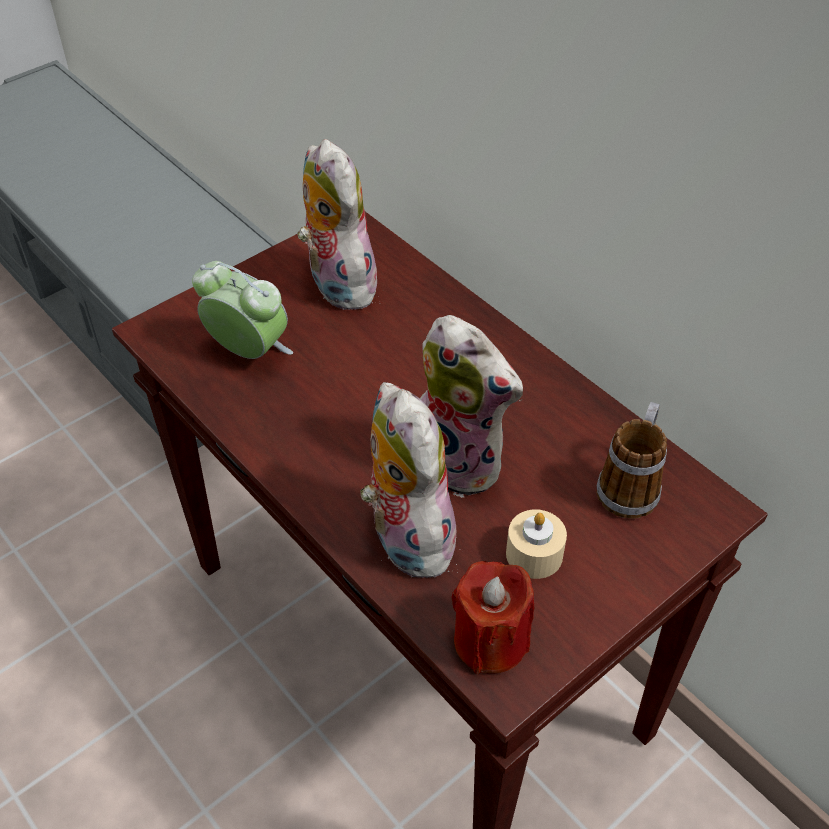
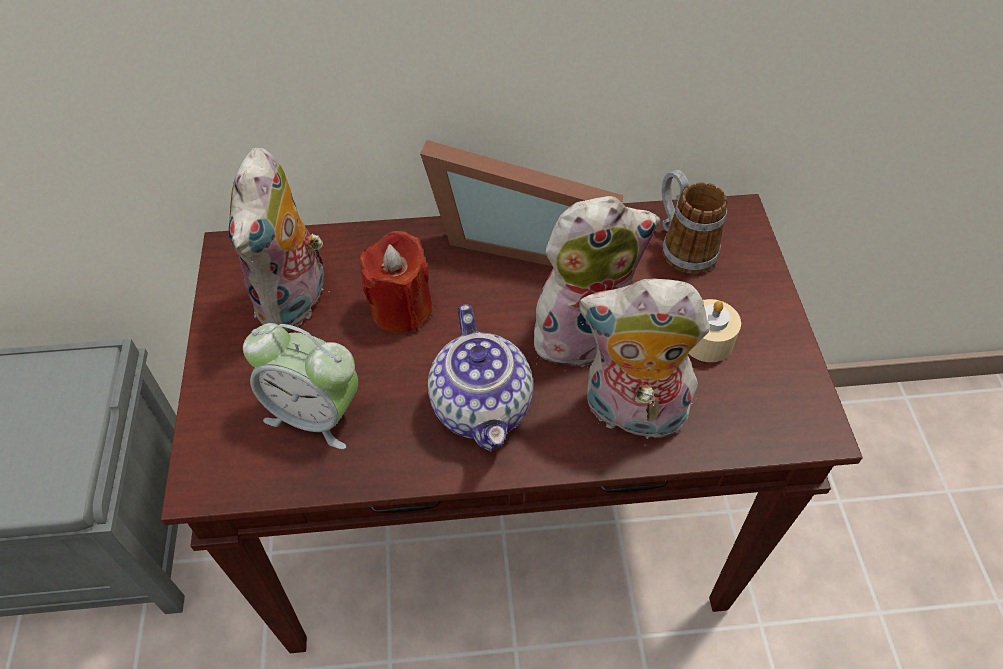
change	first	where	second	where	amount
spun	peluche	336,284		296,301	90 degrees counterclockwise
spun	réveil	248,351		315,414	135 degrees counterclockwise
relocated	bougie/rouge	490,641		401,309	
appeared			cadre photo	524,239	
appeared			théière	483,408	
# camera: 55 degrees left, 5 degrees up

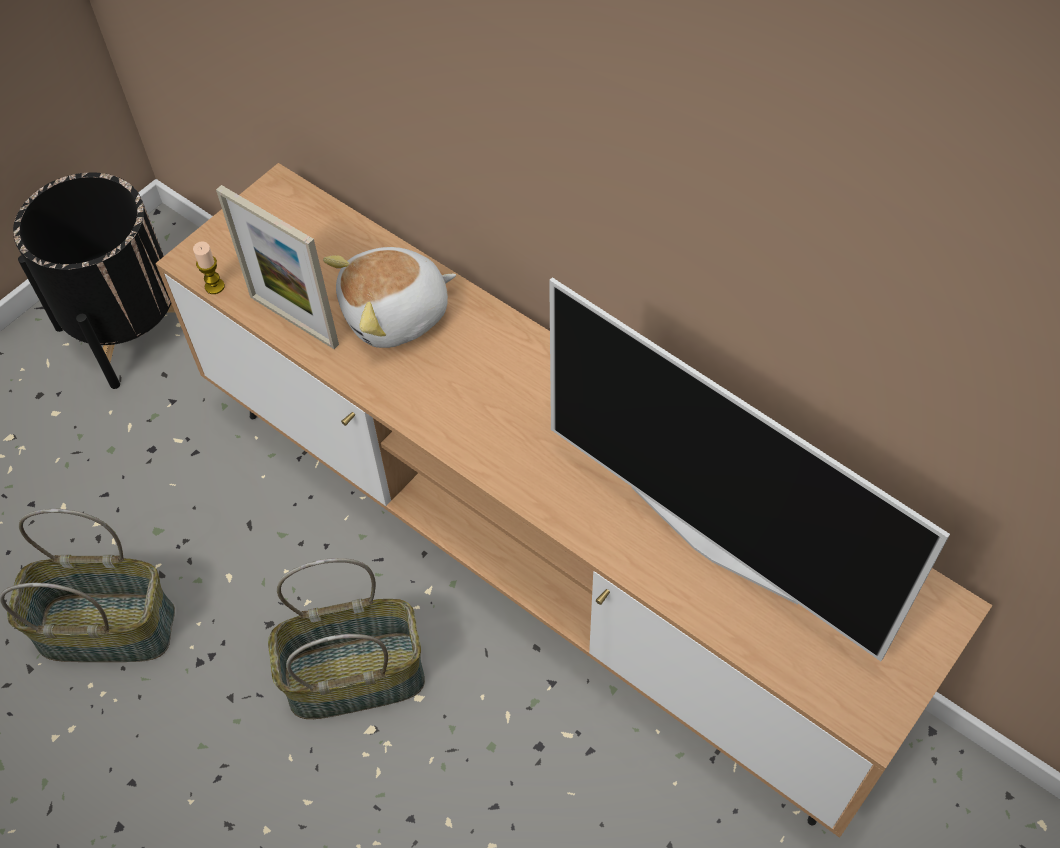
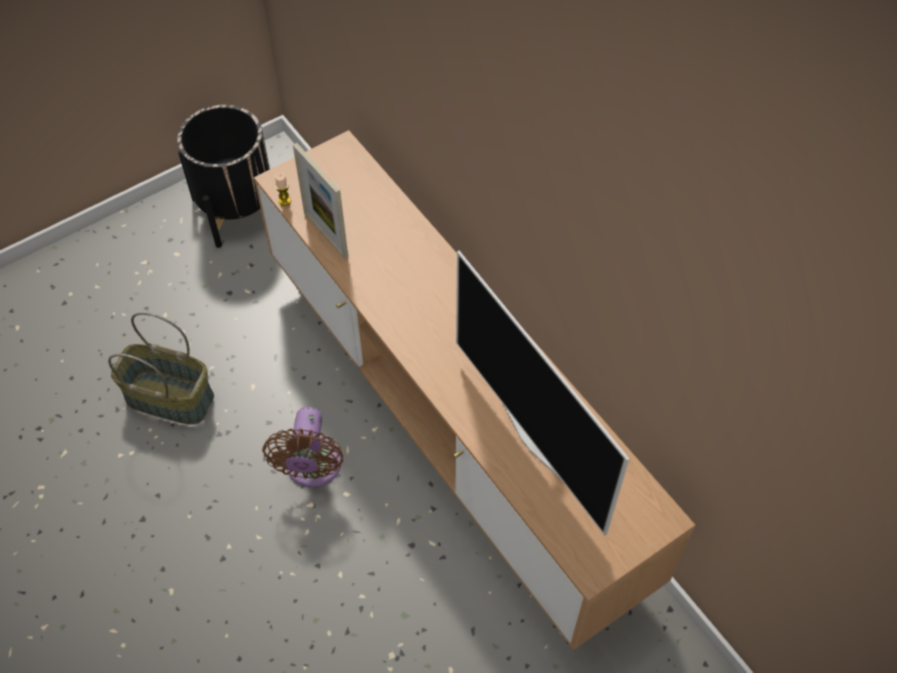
change	first	where	second	where	amount
exchanged	panier	356,674	ventilateur/marron	312,468	
missing	peluche	396,315			
# camera: 15 degrees right, 0 degrees up

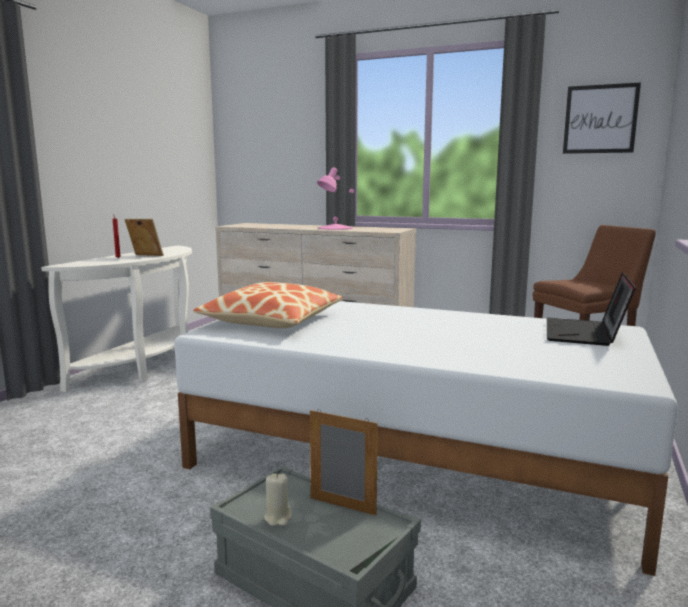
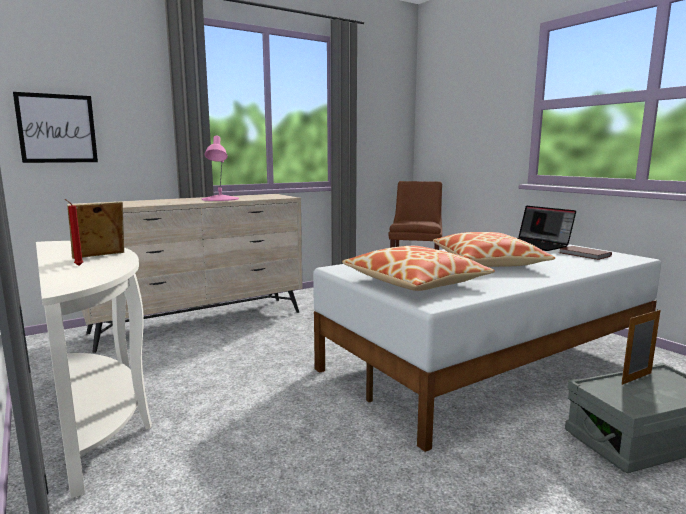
change	first	where	second	where	amount
relocated	tableau	600,119		57,128	
appeared			coussin	487,262	
appeared			livre/marron	584,254	
missing	bougie/beige	278,517			
# camera: 55 degrees left, 0 degrees up

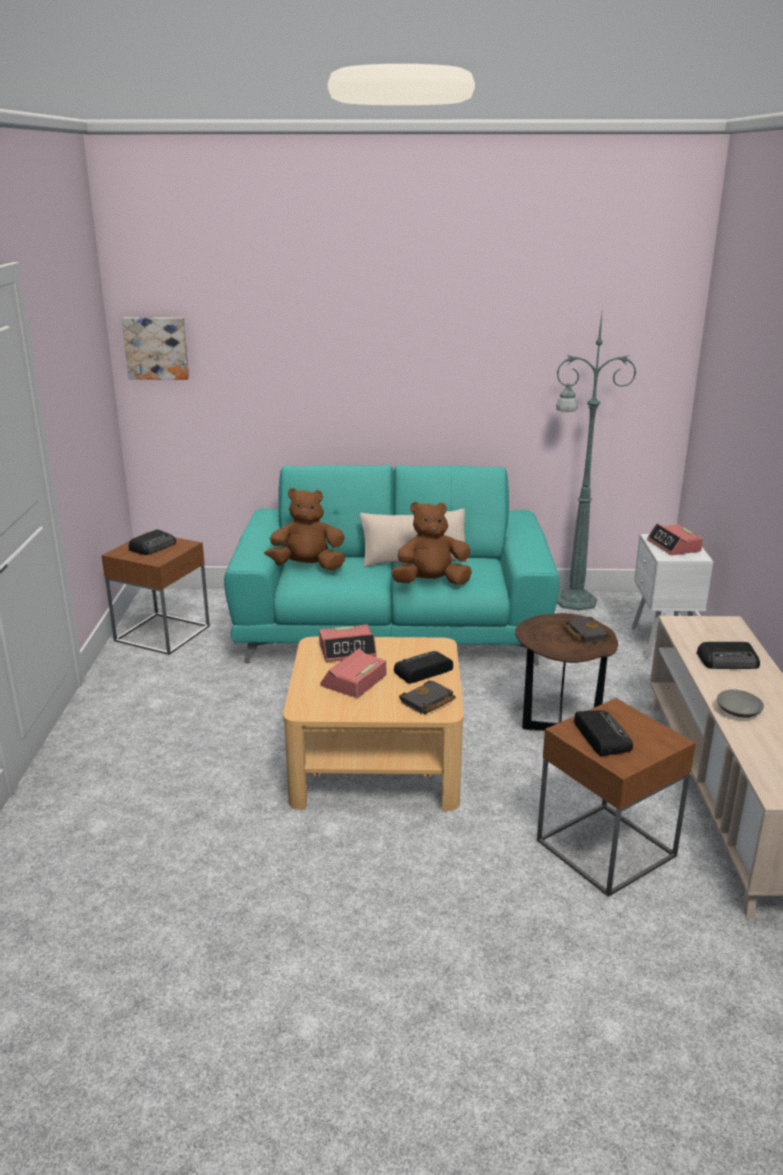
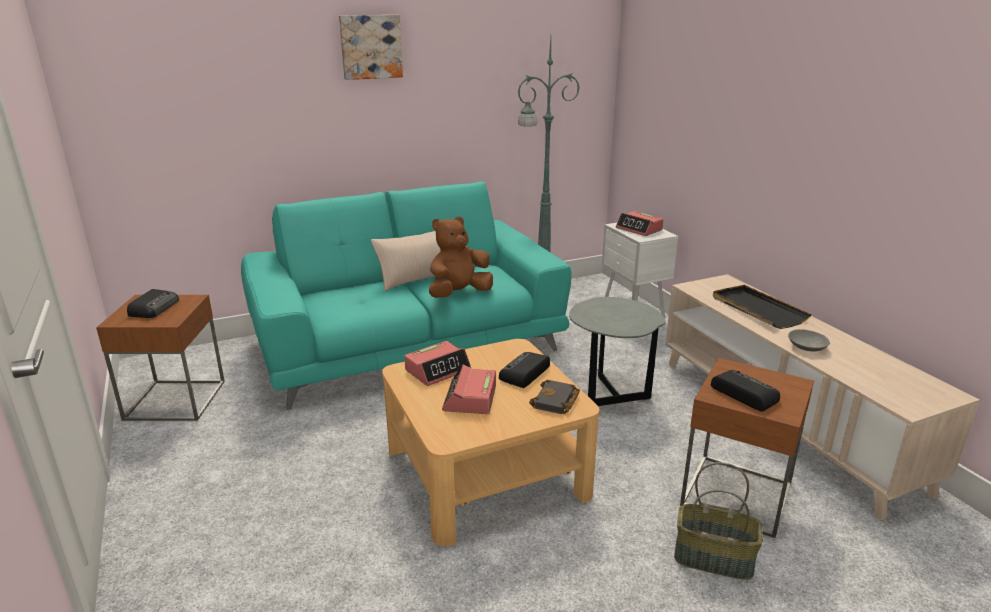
change	first	where	second	where	amount
relocated	tableau	157,348		370,47	
colour	table d'appoint/marron	559,720	table d'appoint/gris	610,393	
appeared			panier	714,558	
exchanged	radio	729,661	plateau/noir	757,309	
missing	peluche/marron	307,567			
missing	livre/noir	583,633			
# camera: 25 degrees left, 0 degrees up

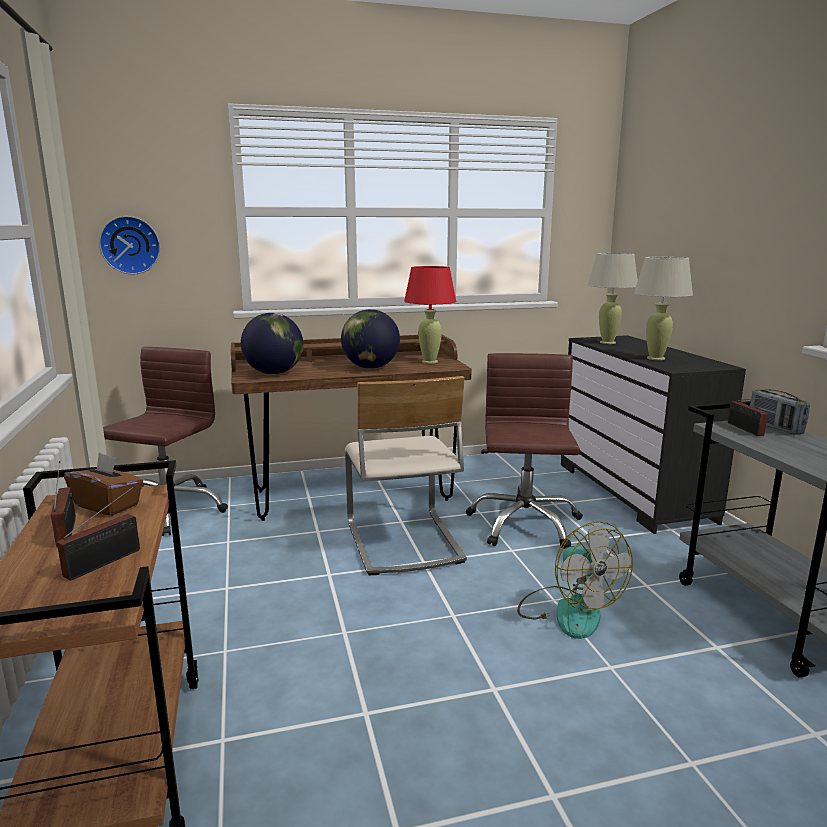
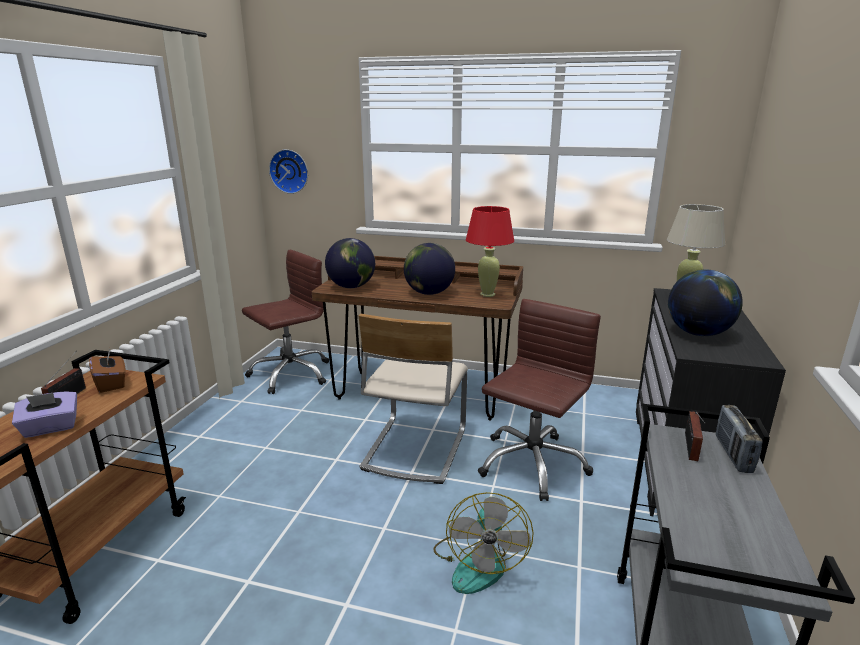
change	first	where	second	where	amount
exchanged	radio	107,561	boîte à mouchoirs/violet	51,428	
exchanged	lampe de table/beige	655,358	globe	698,333	
# camera: 30 degrees right, 5 degrees up

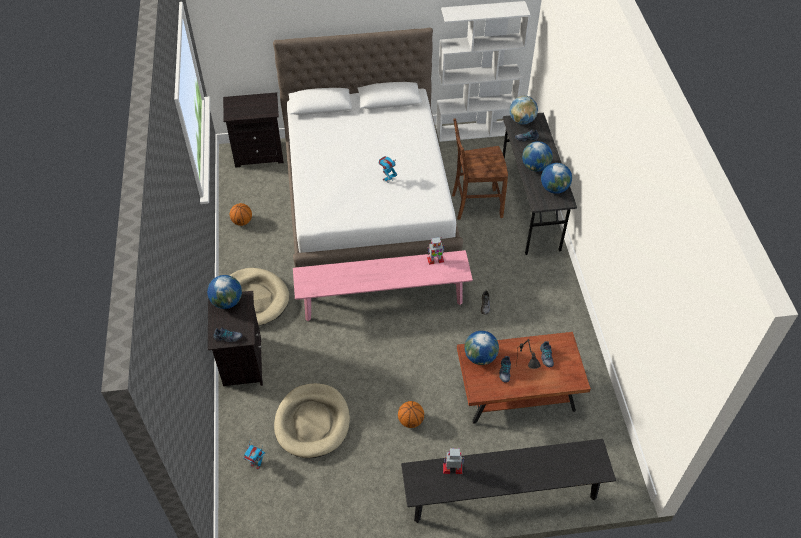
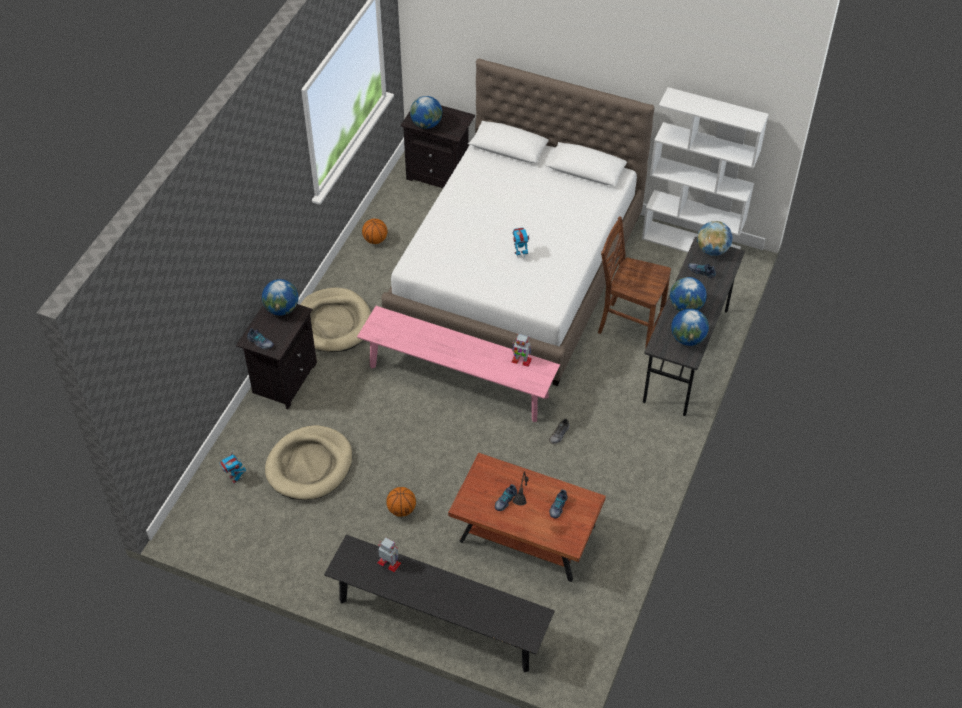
change	first	where	second	where	amount
relocated	globe	480,357		426,124	
# camera: 30 degrees right, 0 degrees up

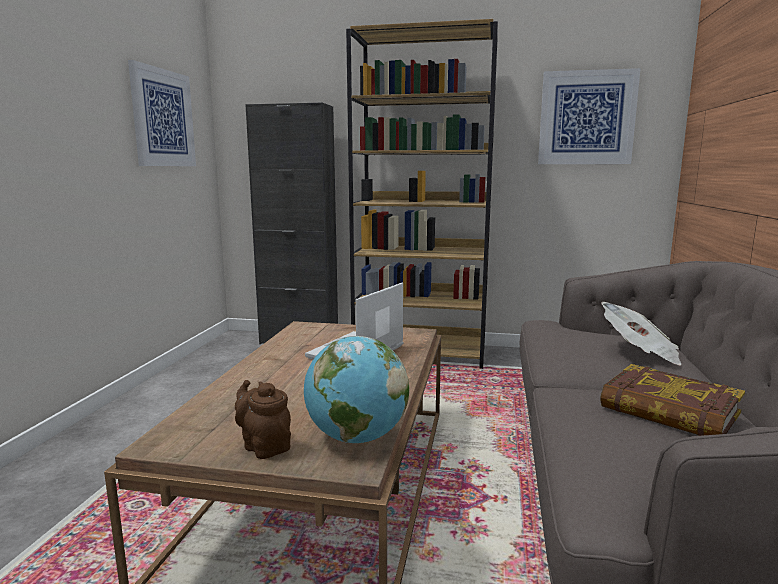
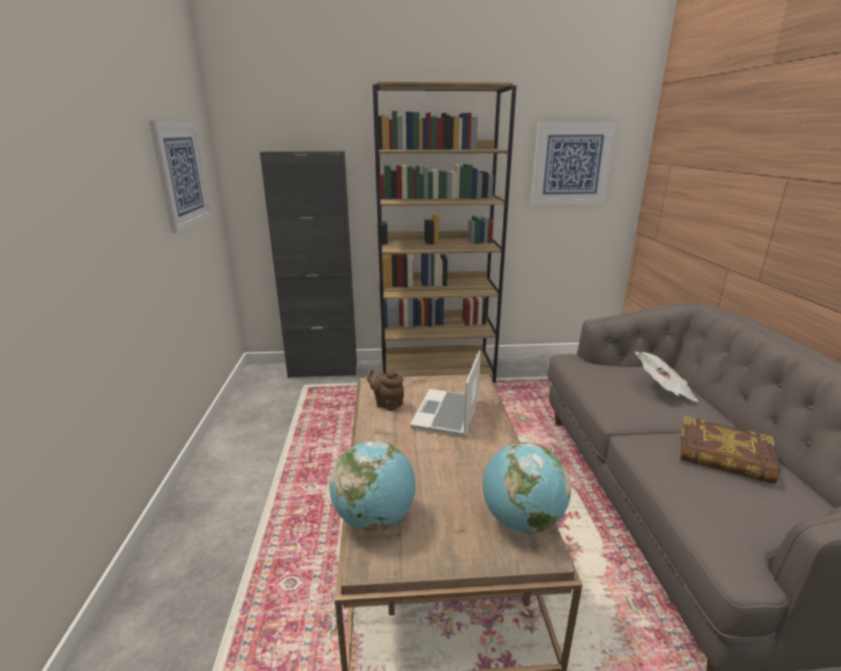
change	first	where	second	where	amount
appeared			globe	375,518	
relocated	théière/marron	264,446		387,404	
# camera: 15 degrees left, 10 degrees up

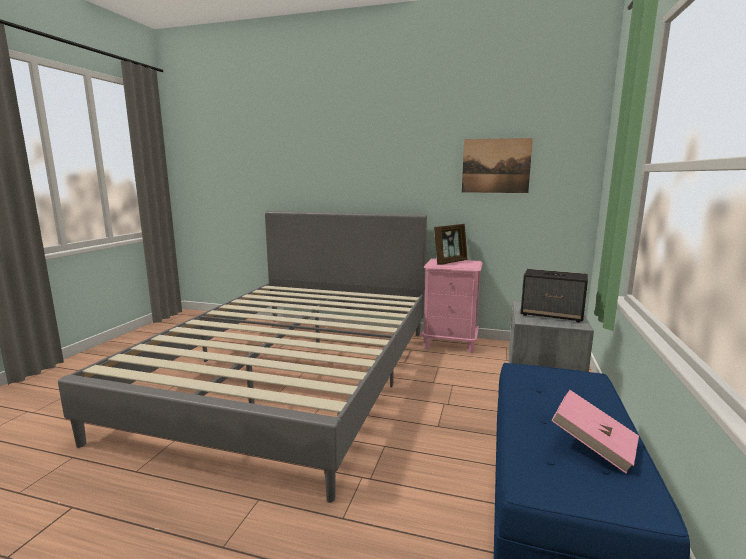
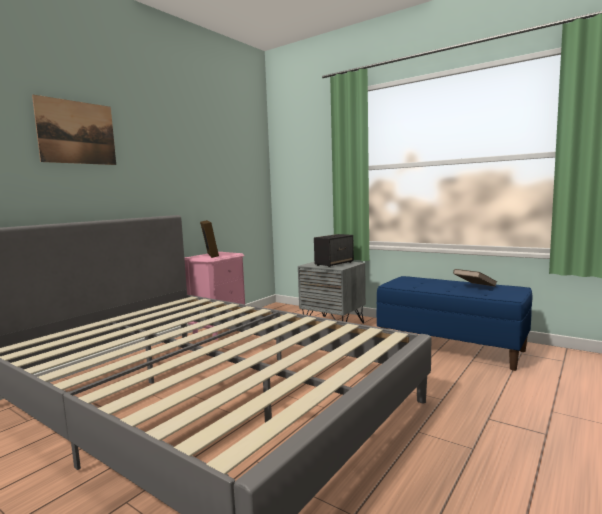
change	first	where	second	where	amount
relocated	tableau	496,166		77,132	
colour	livre/rose	593,446	livre/marron	474,287	
# camera: 70 degrees left, 5 degrees down

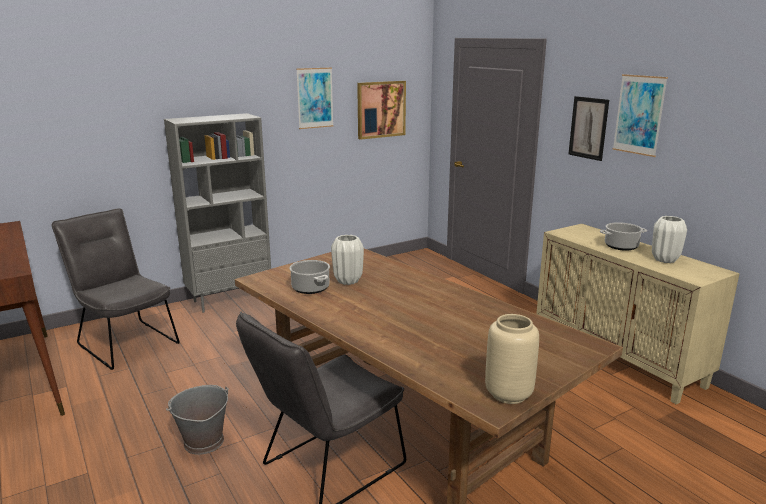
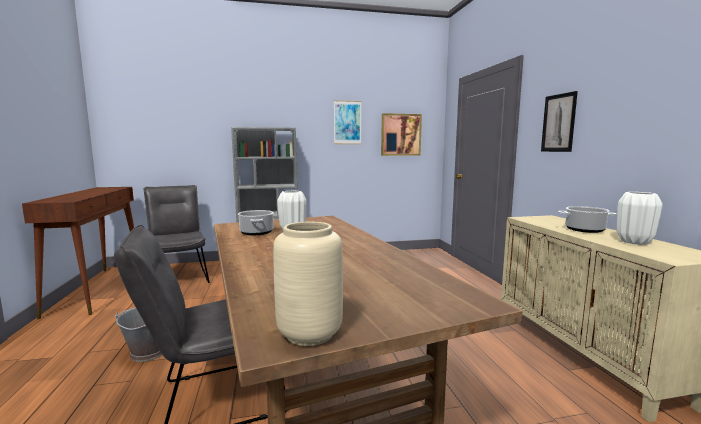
change	first	where	second	where	amount
missing	tableau	639,115			
# camera: 20 degrees right, 10 degrees down

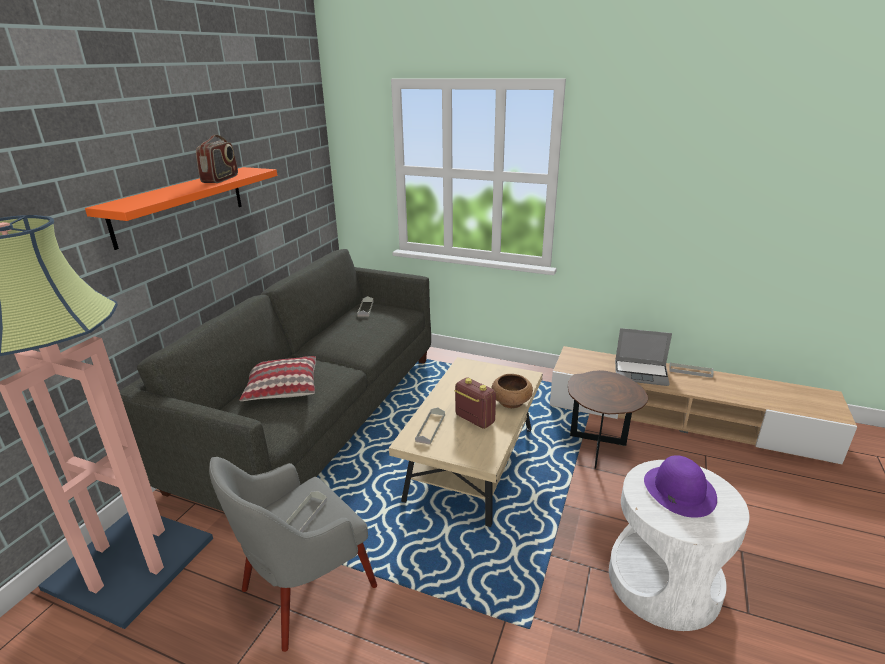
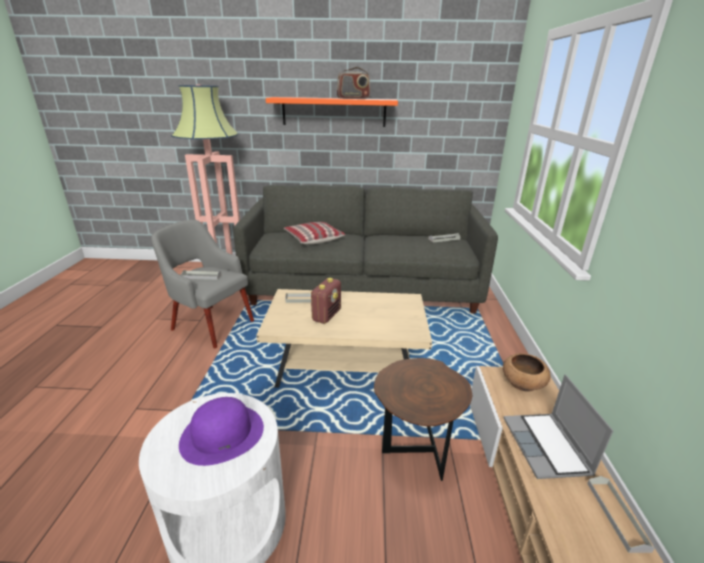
change	first	where	second	where	amount
relocated	bol/marron	511,402		522,383	
# camera: 70 degrees right, 0 degrees up

